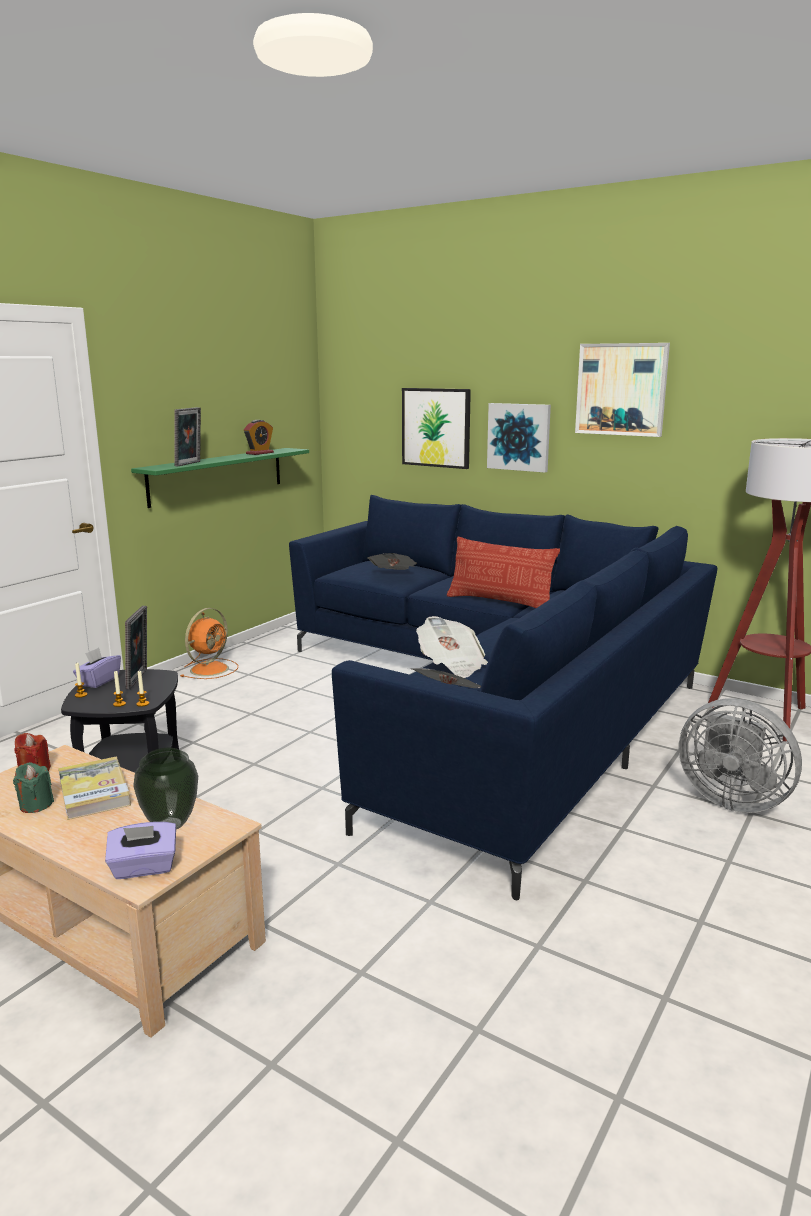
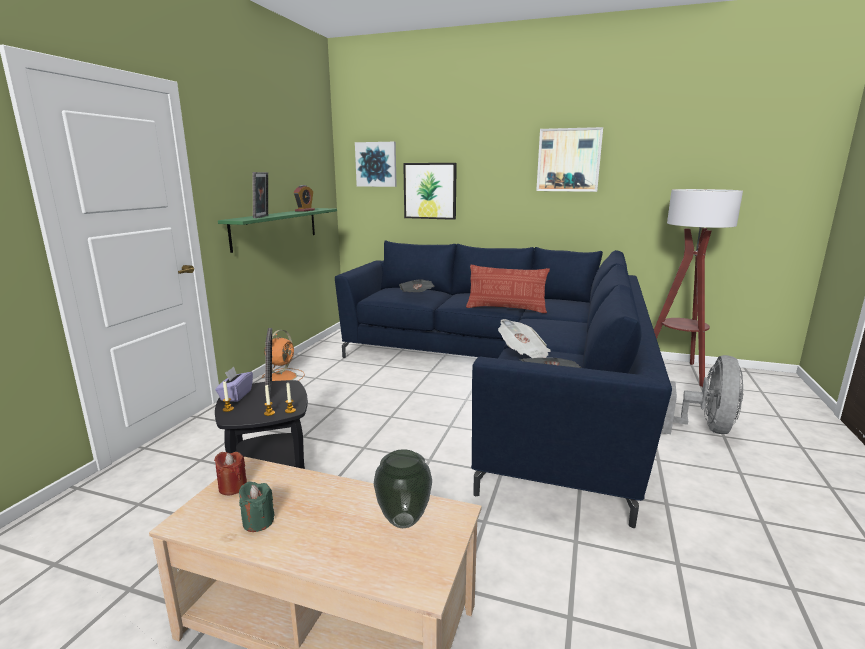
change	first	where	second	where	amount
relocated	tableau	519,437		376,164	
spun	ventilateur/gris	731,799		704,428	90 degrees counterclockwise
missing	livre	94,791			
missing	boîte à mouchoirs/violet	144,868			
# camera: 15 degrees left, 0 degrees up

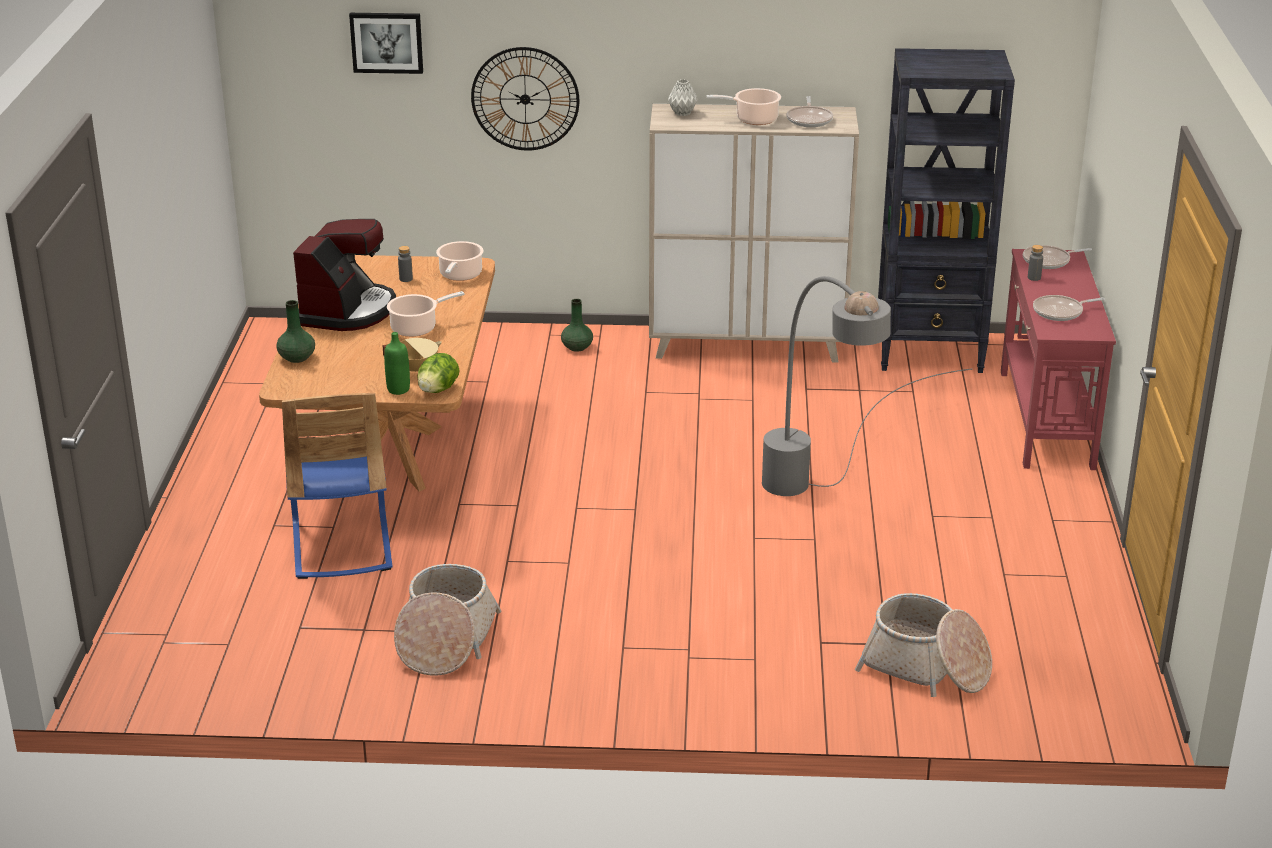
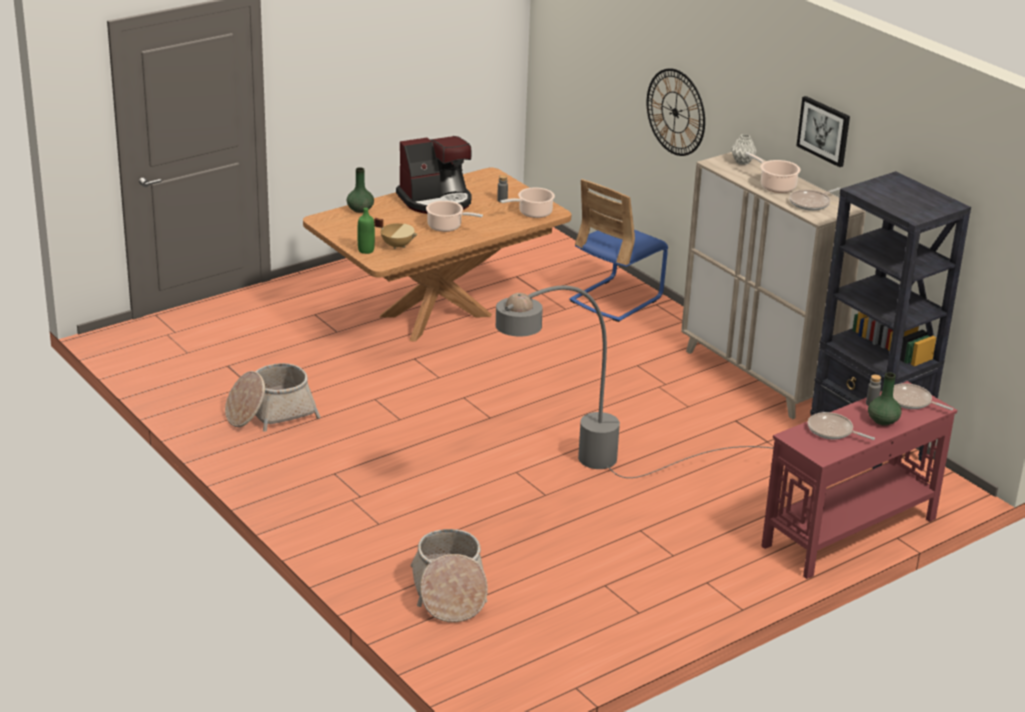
change	first	where	second	where	amount
relocated	chaise/bleu	341,545		616,299	
relocated	tableau	387,42		824,131	
relocated	vase/vert	576,347		882,420	
missing	laitue	438,390			
# camera: 50 degrees right, 0 degrees up

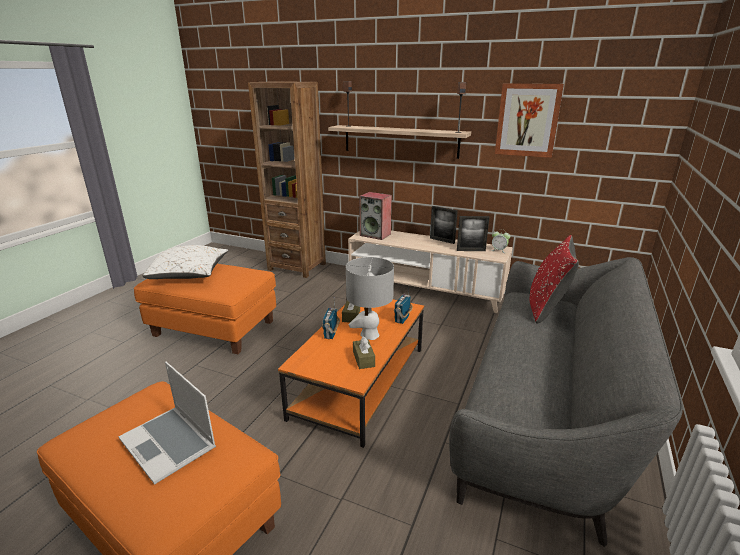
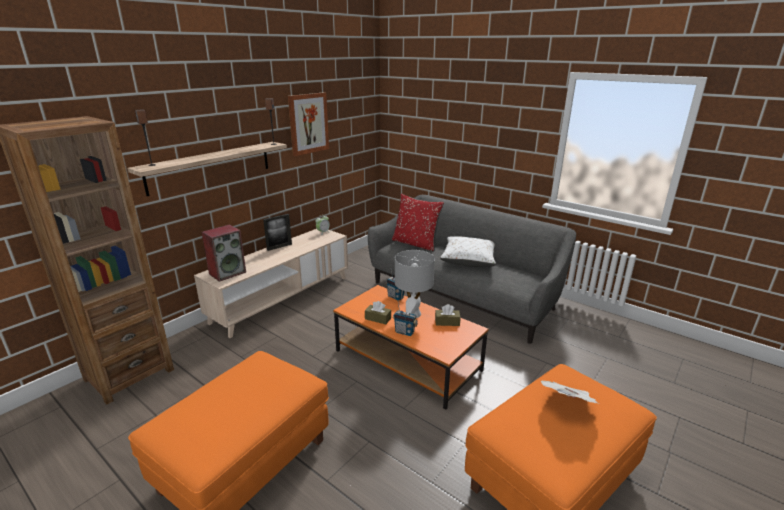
change	first	where	second	where	amount
relocated	coussin/blanc	190,274		469,260	
exchanged	ordinateur portable	170,444	journal	568,403	
missing	cadre photo	471,250			
# camera: 75 degrees left, 0 degrees up

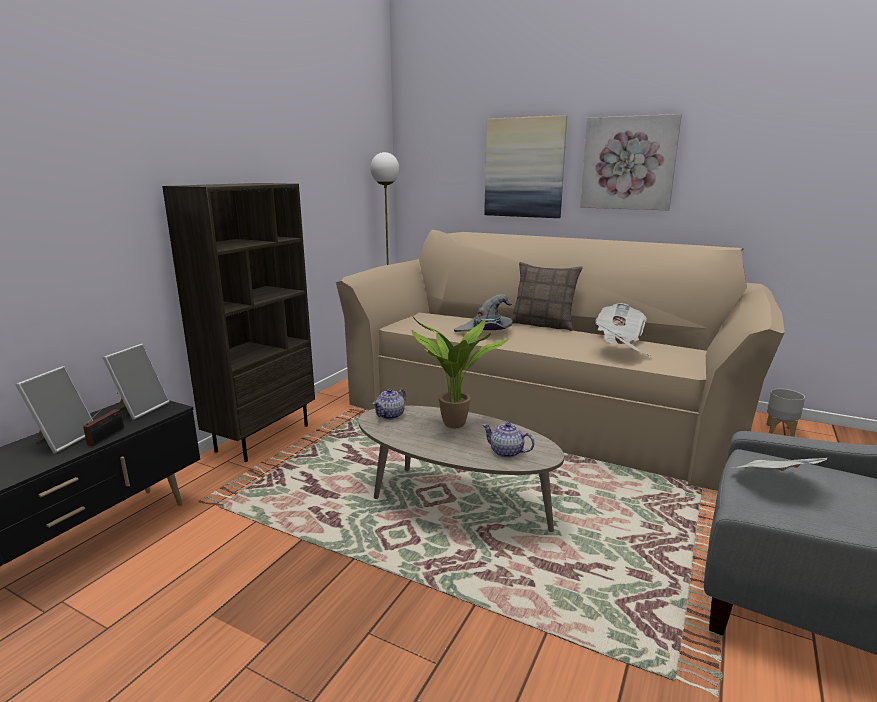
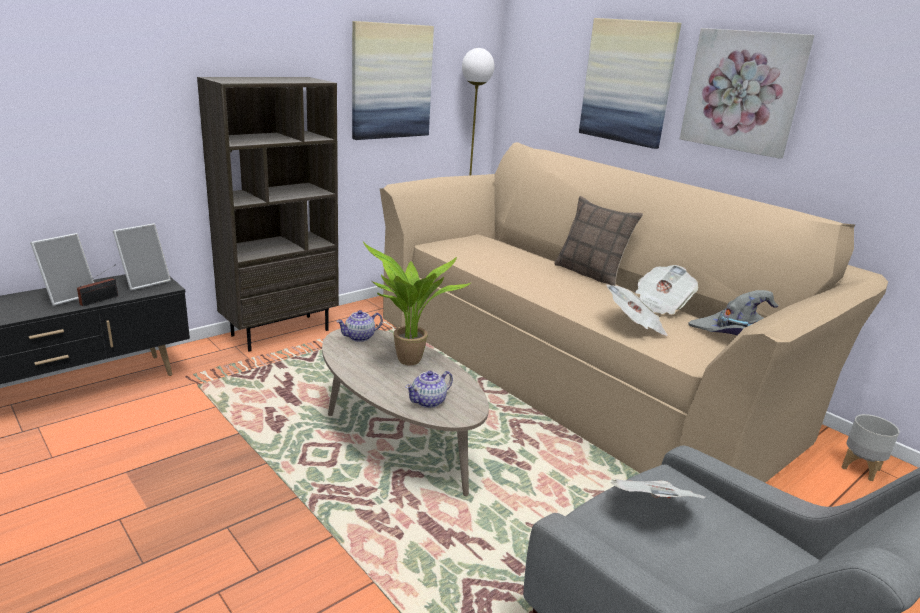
change	first	where	second	where	amount
appeared			tableau	391,81	
spun	théière	507,452		429,401	90 degrees counterclockwise
relocated	chapeau/gris	485,331		732,334	
# camera: 20 degrees right, 5 degrees up

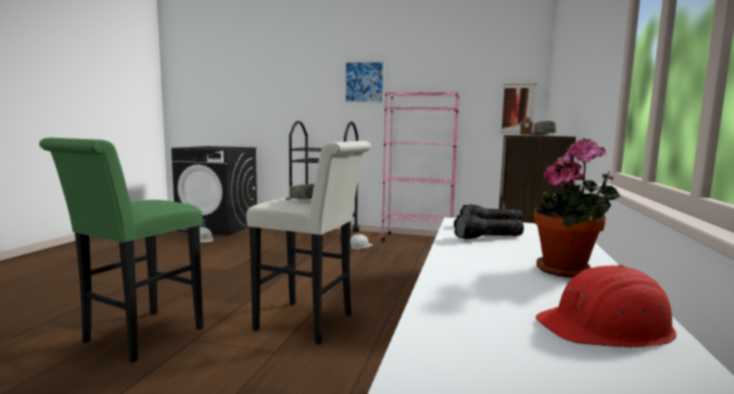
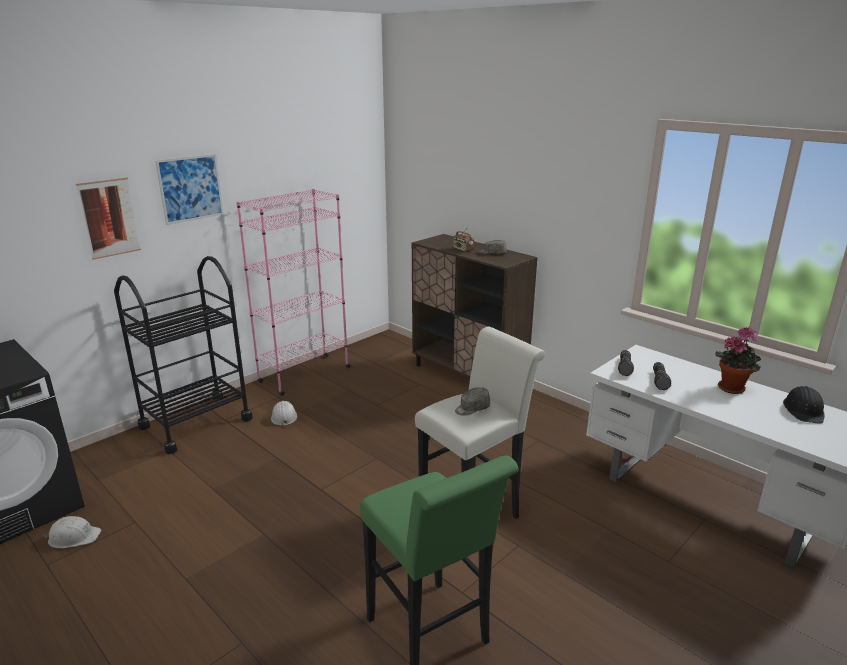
change	first	where	second	where	amount
relocated	tableau	518,108		109,218	
colour	casque de chantier/rouge	607,327	casque de chantier/noir	804,410	
# camera: 60 degrees left, 15 degrees up

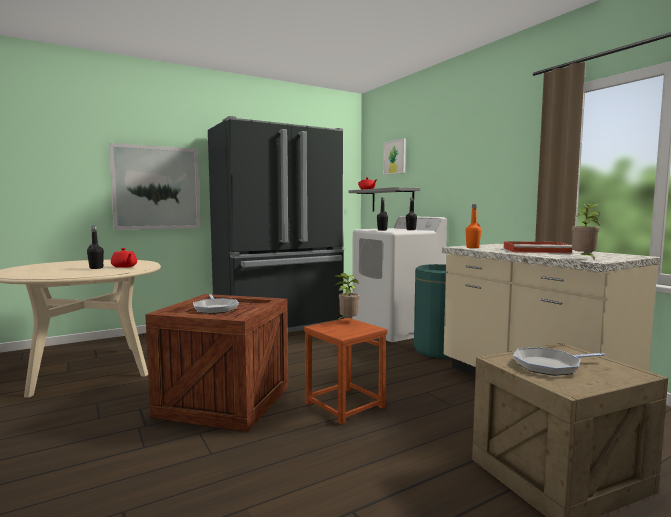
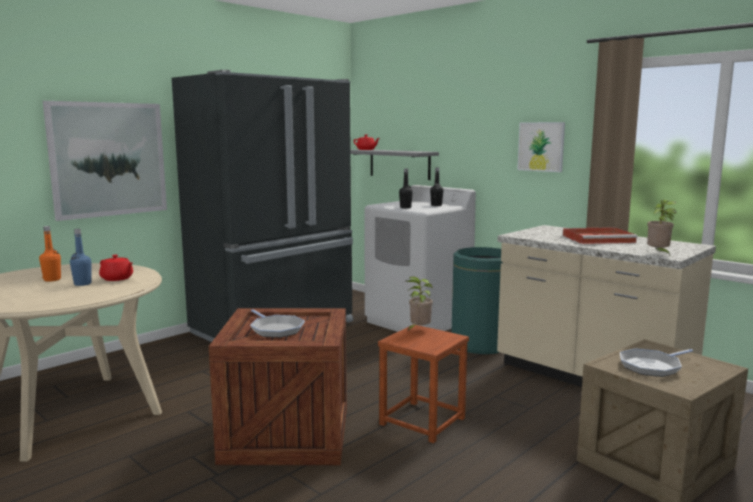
change	first	where	second	where	amount
relocated	bouteille/orange	472,247		52,279	
colour	bouteille/noir	96,268	bouteille/bleu	82,284	
relocated	tableau	394,157		541,146	
# camera: 15 degrees left, 5 degrees up

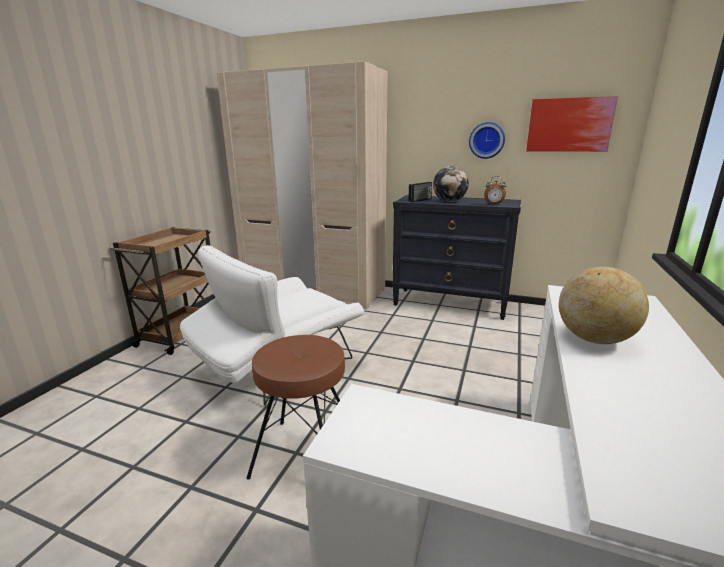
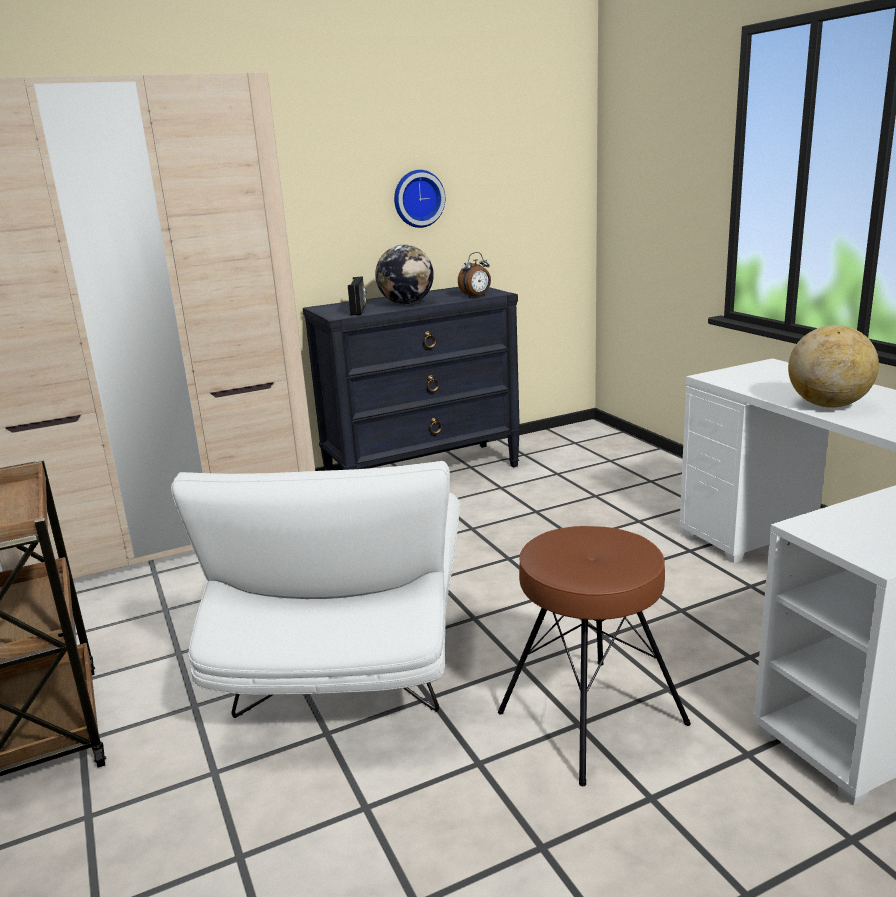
change	first	where	second	where	amount
missing	tableau	569,125			
# camera: 45 degrees left, 0 degrees up

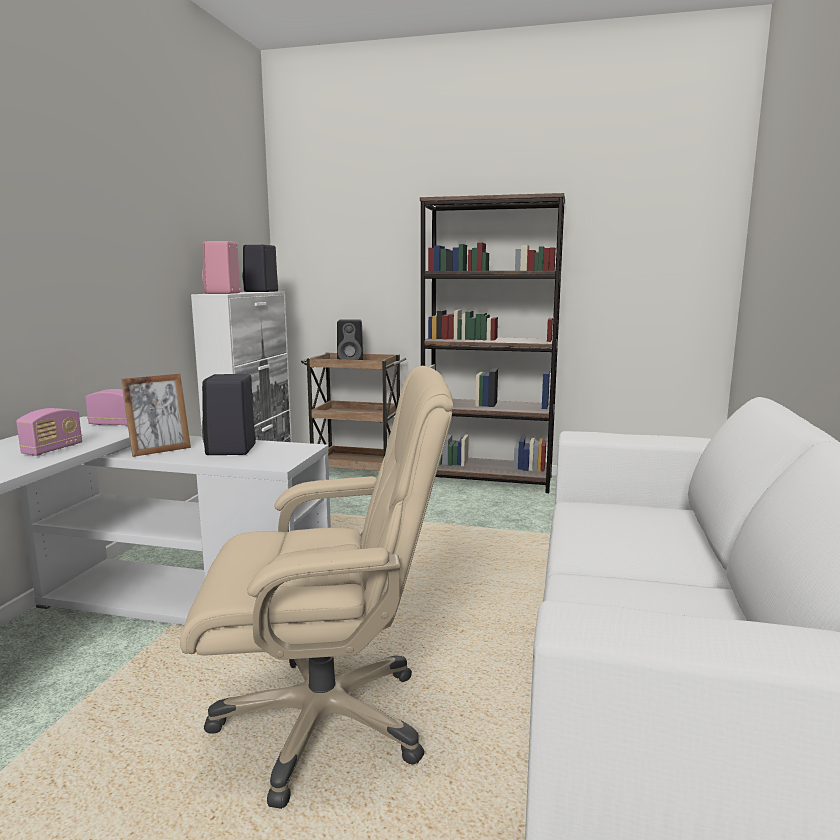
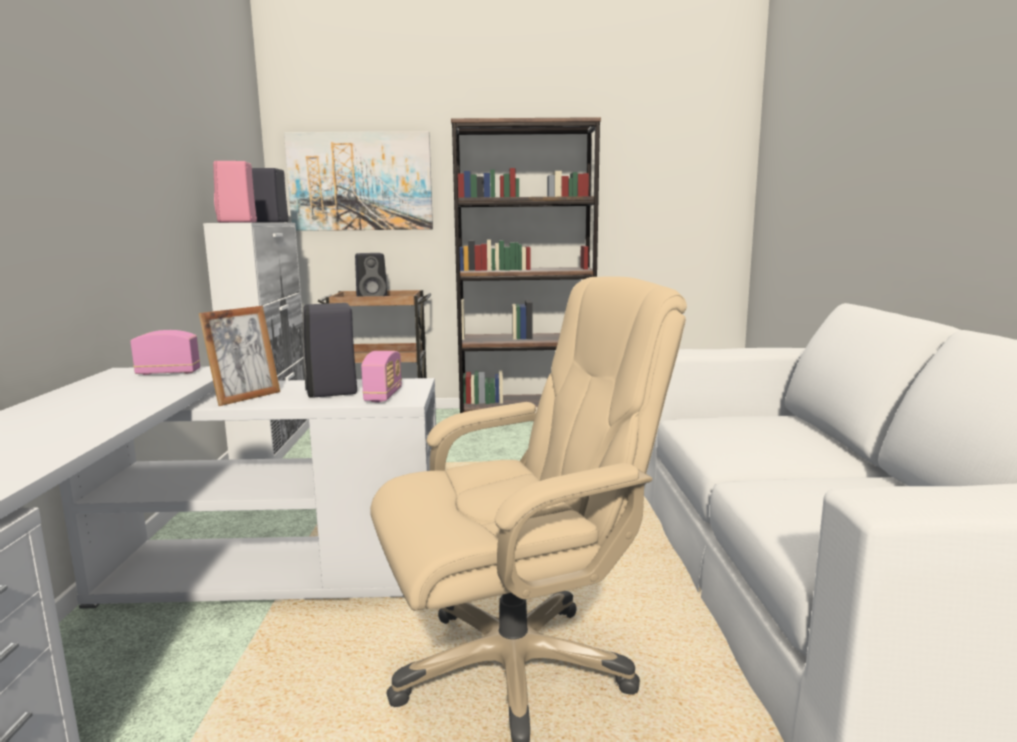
change	first	where	second	where	amount
appeared			tableau	360,181	
relocated	radio	53,449		383,395	
# camera: 15 degrees left, 0 degrees up

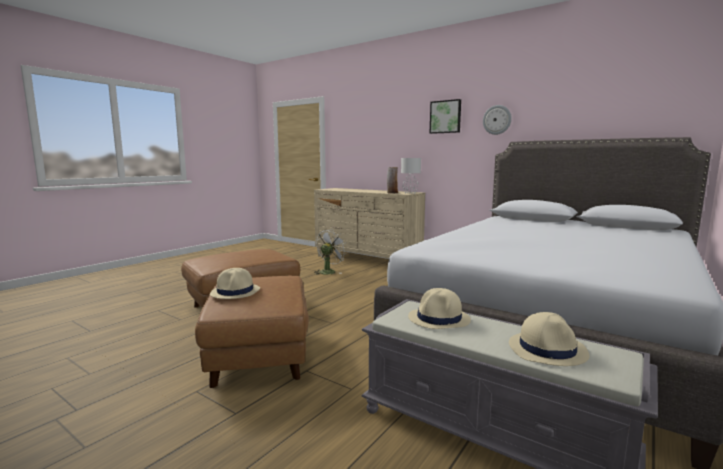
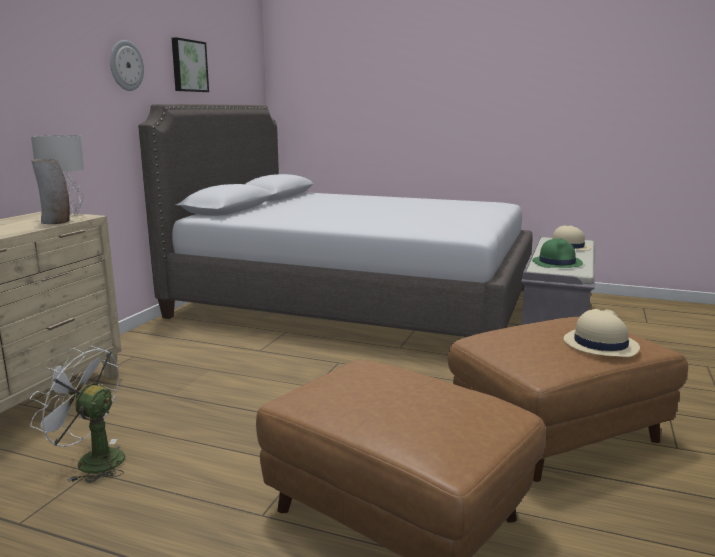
change	first	where	second	where	amount
relocated	tableau	445,117		188,66	
colour	chapeau/beige	439,319	chapeau/vert	557,263	
# camera: 105 degrees left, 5 degrees up

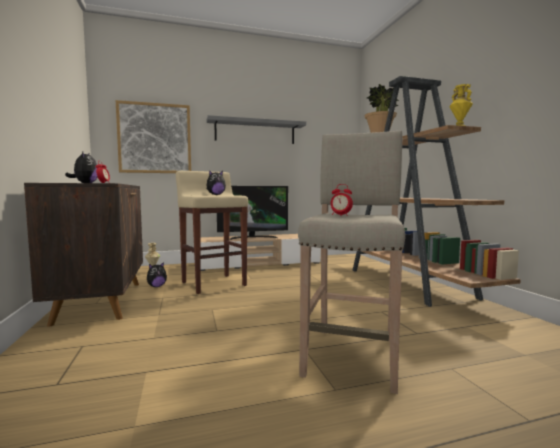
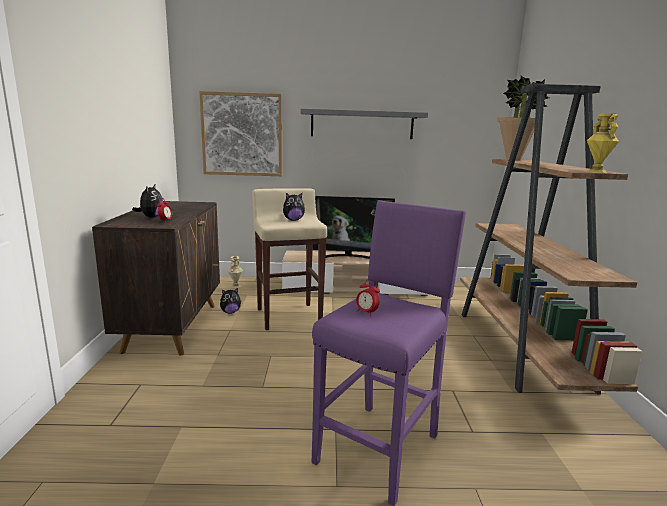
change	first	where	second	where	amount
colour	tabouret/beige	352,355	tabouret/violet	380,447	
# camera: 15 degrees right, 10 degrees up

